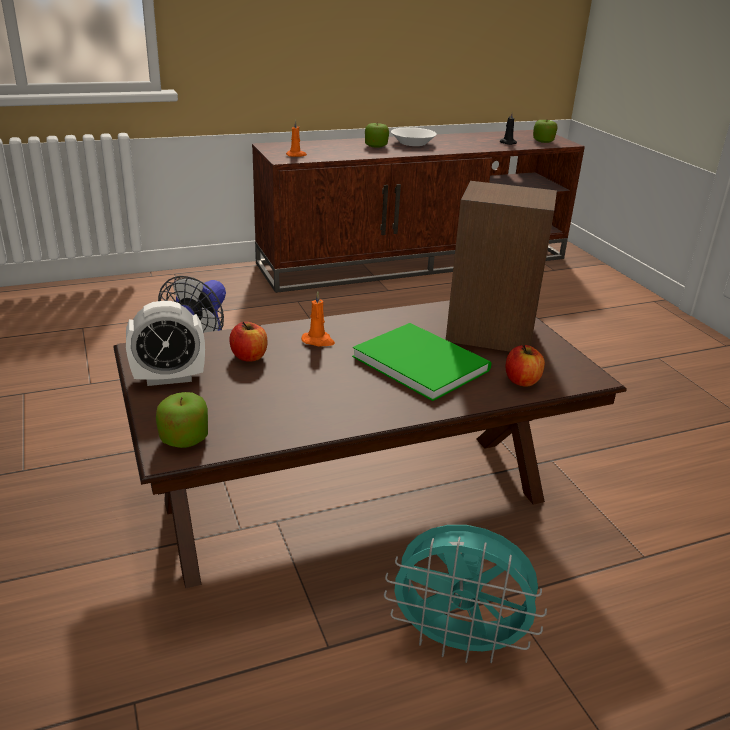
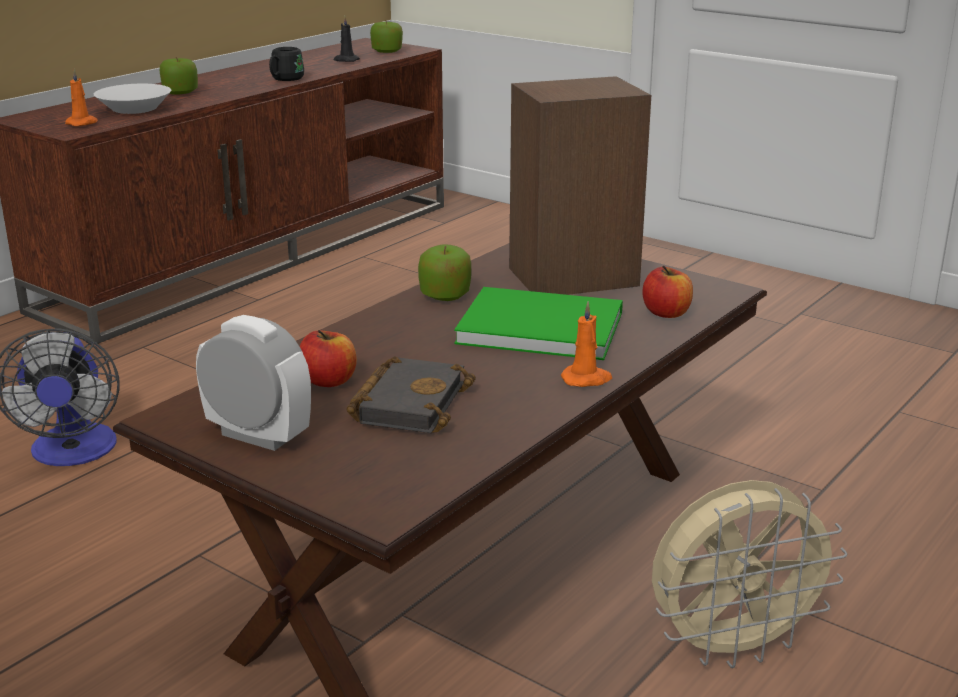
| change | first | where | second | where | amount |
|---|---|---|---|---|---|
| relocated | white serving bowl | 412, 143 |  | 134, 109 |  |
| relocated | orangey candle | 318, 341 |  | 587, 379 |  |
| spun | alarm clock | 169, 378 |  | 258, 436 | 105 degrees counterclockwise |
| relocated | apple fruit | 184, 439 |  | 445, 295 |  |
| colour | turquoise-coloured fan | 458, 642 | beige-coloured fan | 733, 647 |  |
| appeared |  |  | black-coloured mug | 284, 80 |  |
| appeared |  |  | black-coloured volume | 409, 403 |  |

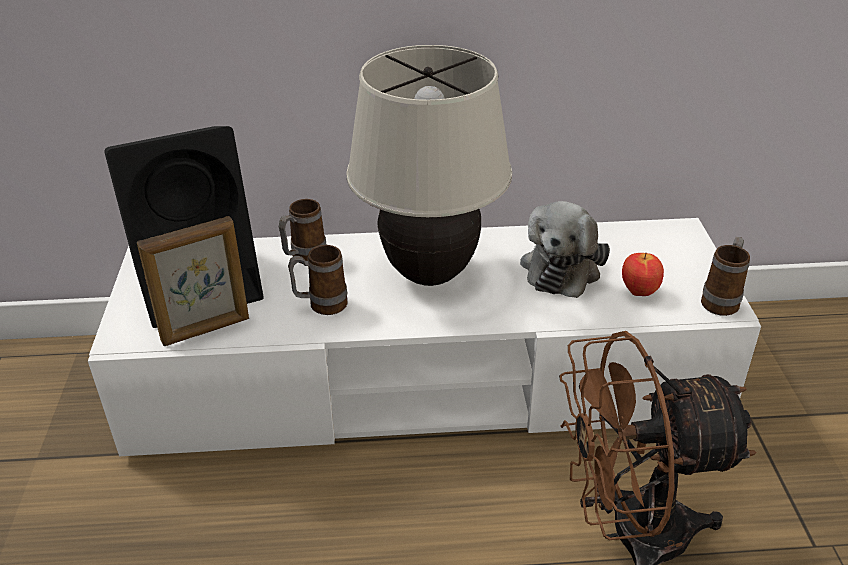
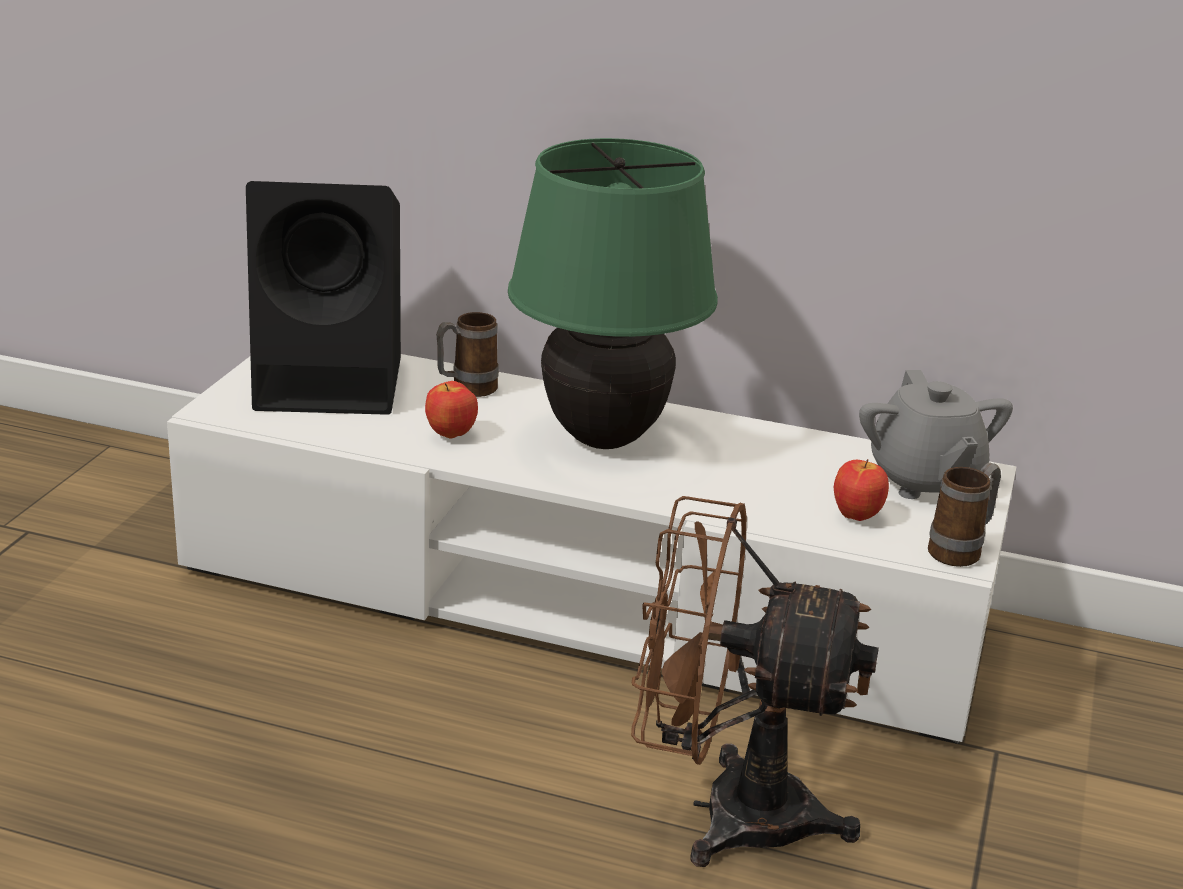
| change | first | where | second | where | amount |
|---|---|---|---|---|---|
| colour | beige-coloured table lamp | 429, 275 | greenish table lamp | 603, 438 |  |
| missing | soft toy | 562, 267 |  |  |  |
| missing | picture frame | 206, 330 |  |  |  |
| exchanged | mug | 321, 305 | apple fruit | 451, 435 |  |
| appeared |  |  | gray teapot | 924, 481 |  |

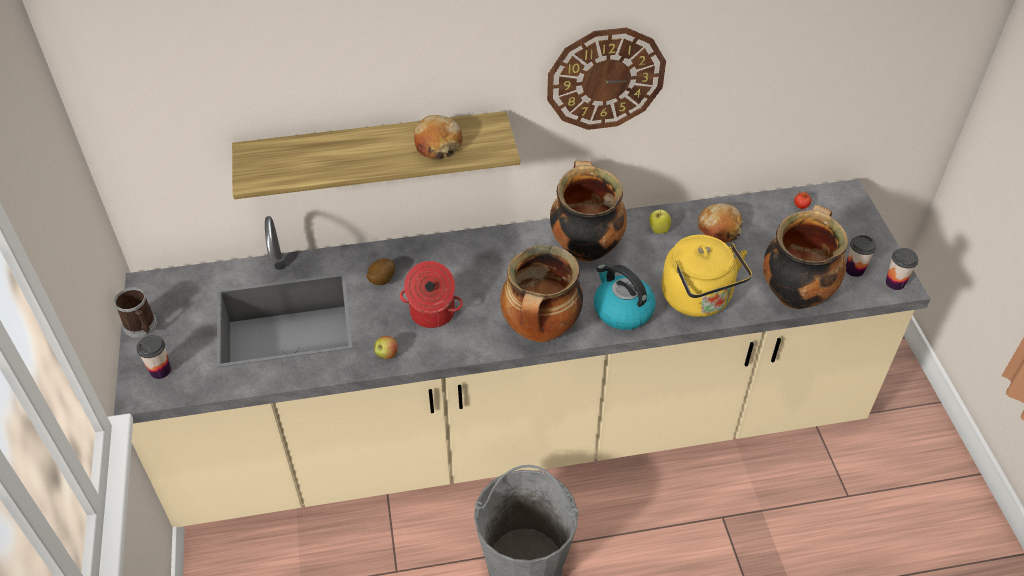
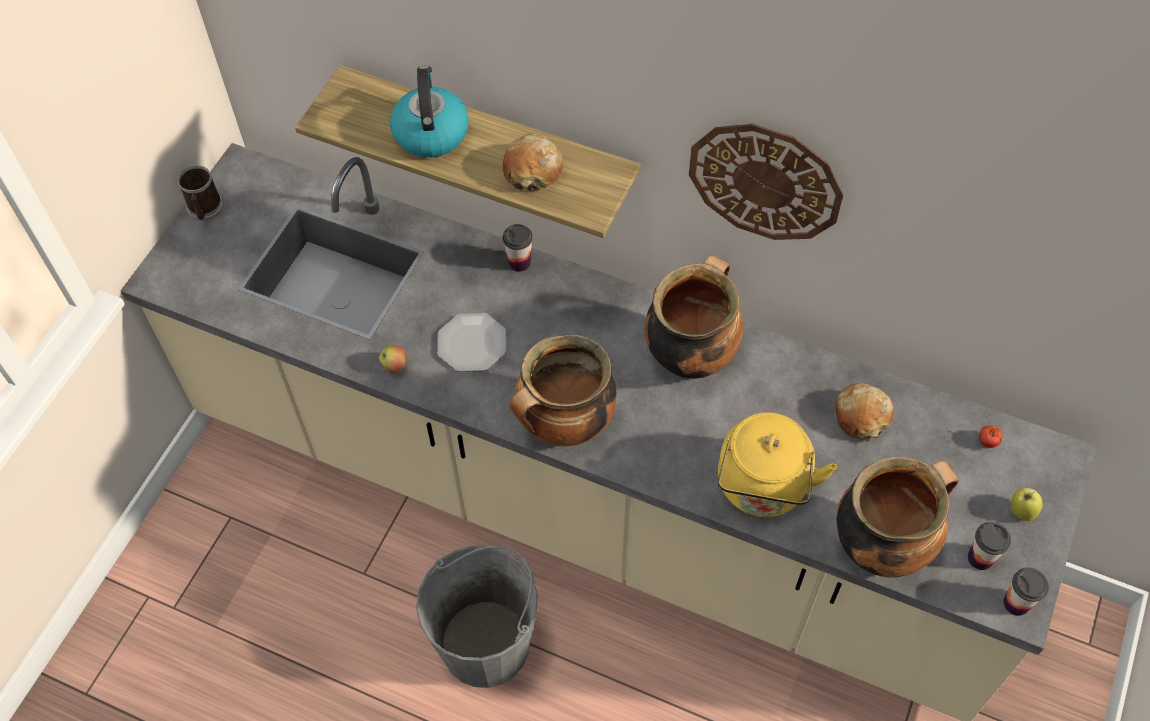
| change | first | where | second | where | amount |
|---|---|---|---|---|---|
| relocated | apple fruit | 658, 230 |  | 1021, 511 |  |
| missing | spud | 381, 281 |  |  |  |
| exchanged | cooking pot | 432, 313 | plate | 472, 345 |  |
| relocated | water kettle | 622, 310 |  | 430, 132 |  |
| relocated | drinking cup | 160, 370 |  | 519, 262 |  |

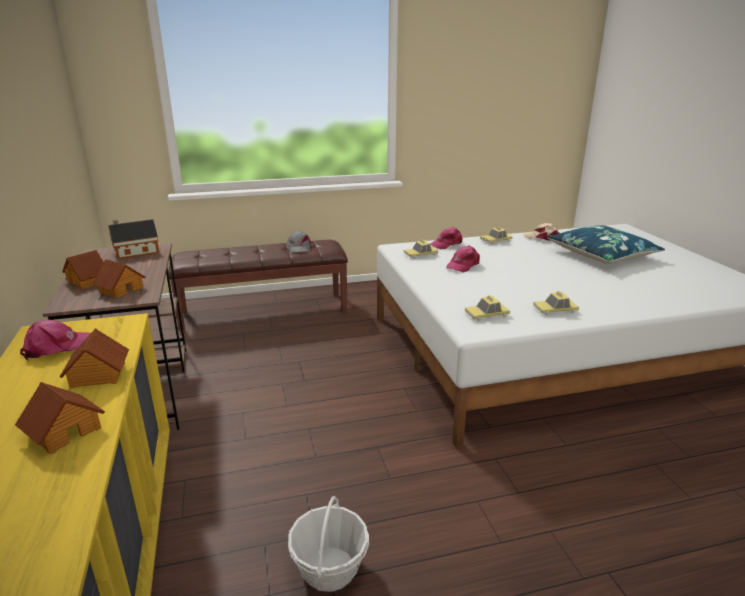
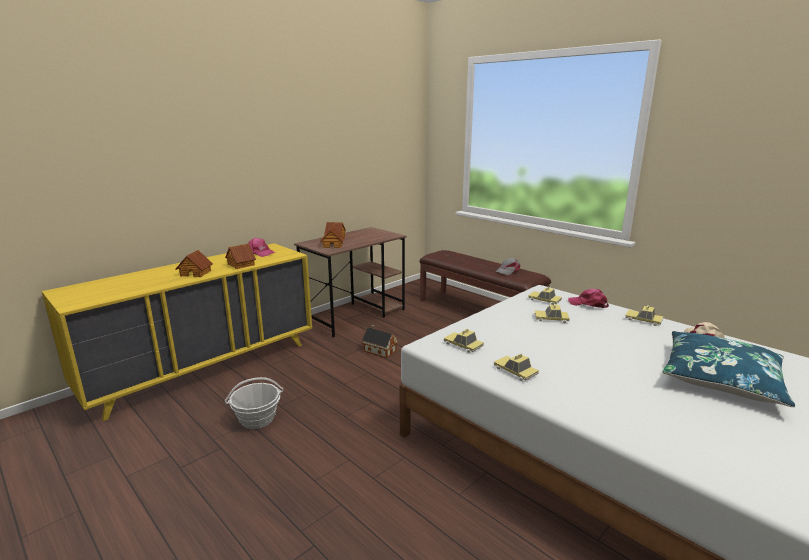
| change | first | where | second | where | amount |
|---|---|---|---|---|---|
| relocated | model house | 134, 252 |  | 379, 350 |  |
| exchanged | pink peaked cap | 463, 265 | model car | 551, 319 |  |

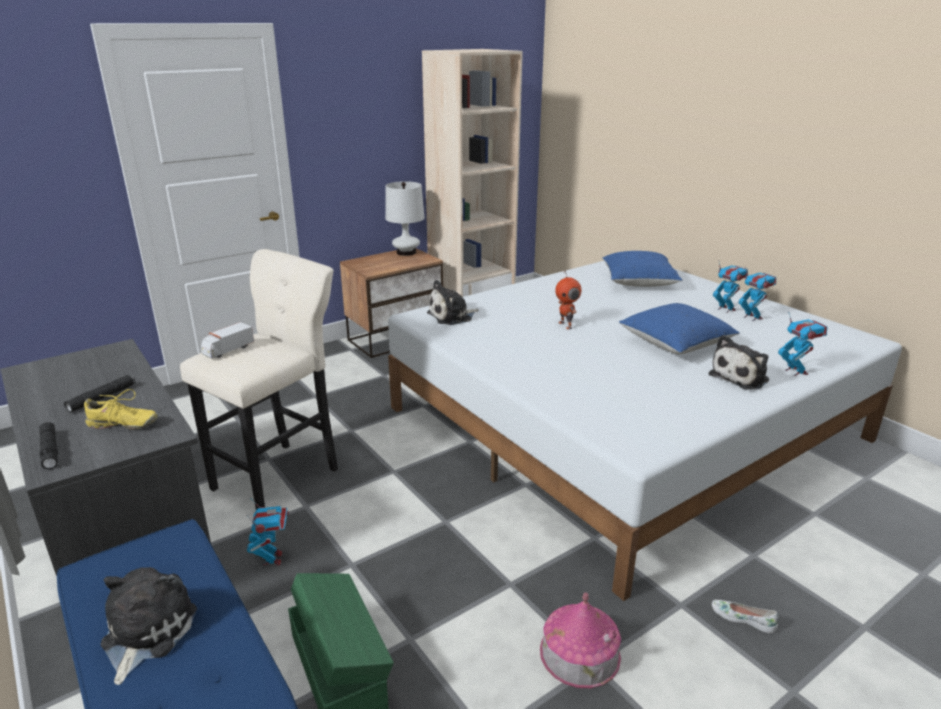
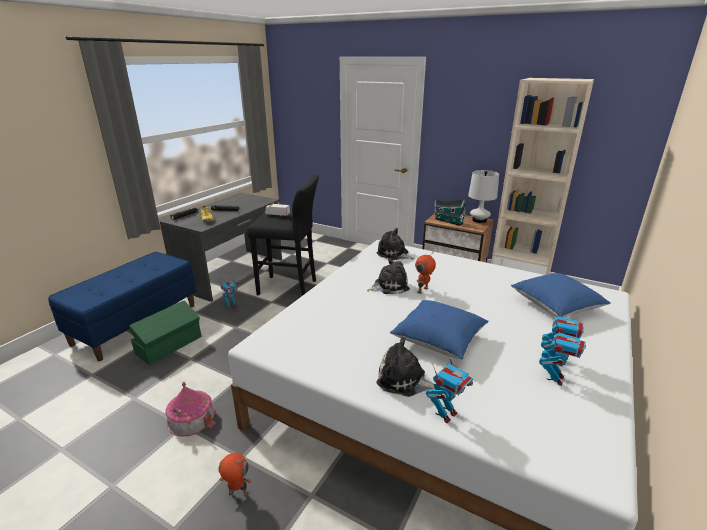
| change | first | where | second | where | amount |
|---|---|---|---|---|---|
| colour | beige-coloured sitting stool | 280, 476 | black-coloured sitting stool | 290, 288 |  |
| relocated | soft toy | 146, 633 |  | 389, 286 |  |
| exchanged | white shoe | 743, 618 | robot figure | 238, 494 |  |
| appeared |  |  | model house | 448, 221 |  |

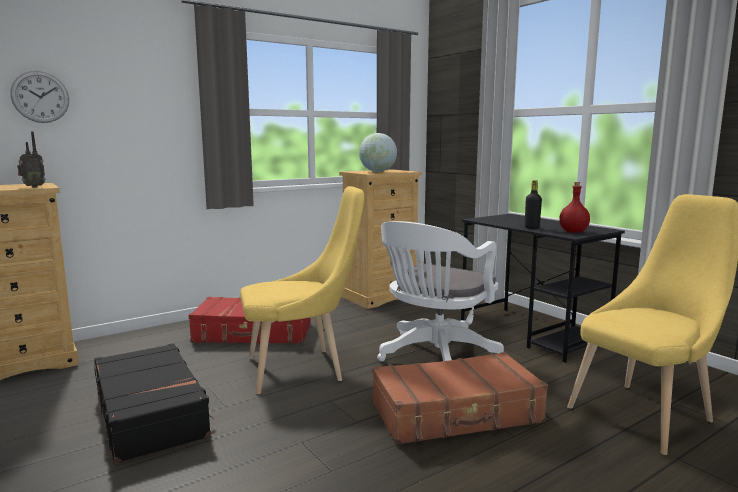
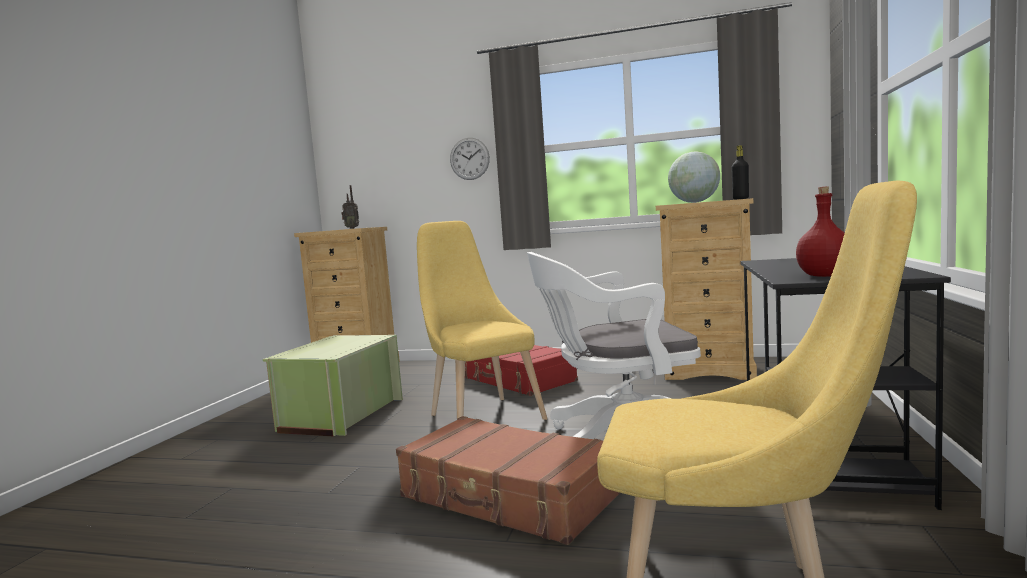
| change | first | where | second | where | amount |
|---|---|---|---|---|---|
| relocated | hanging clock | 40, 97 |  | 469, 158 |  |
| relocated | black-coloured bottle | 531, 228 |  | 740, 199 |  |
| spun | yellow-coloured chair | 302, 369 |  | 481, 416 | 150 degrees counterclockwise |
| exchanged | black-coloured piece of luggage | 151, 413 | greenish storage bin | 340, 415 |  |

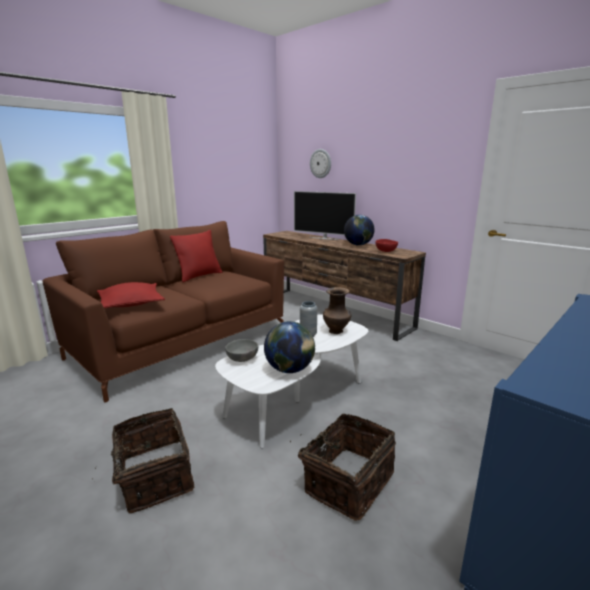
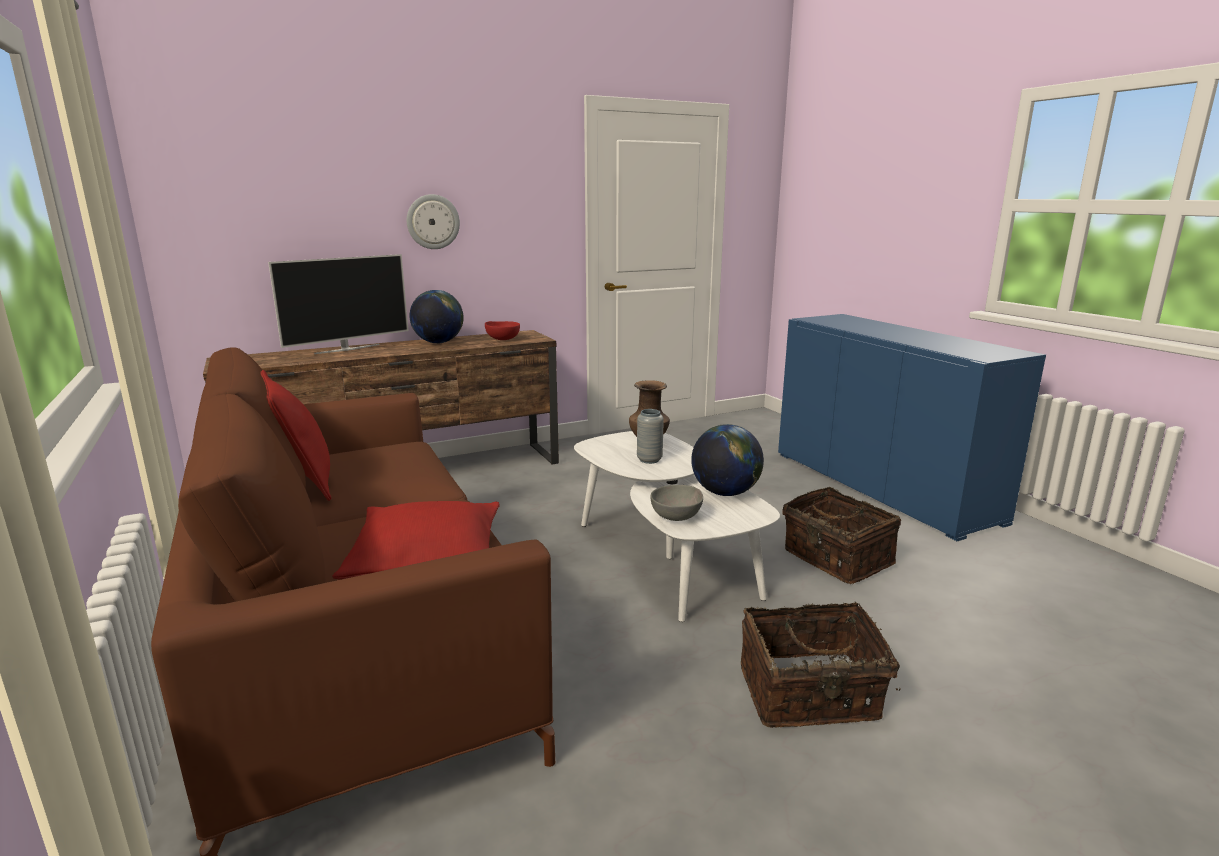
| change | first | where | second | where | amount |
|---|---|---|---|---|---|
| relocated | hanging clock | 321, 163 |  | 433, 222 |  |

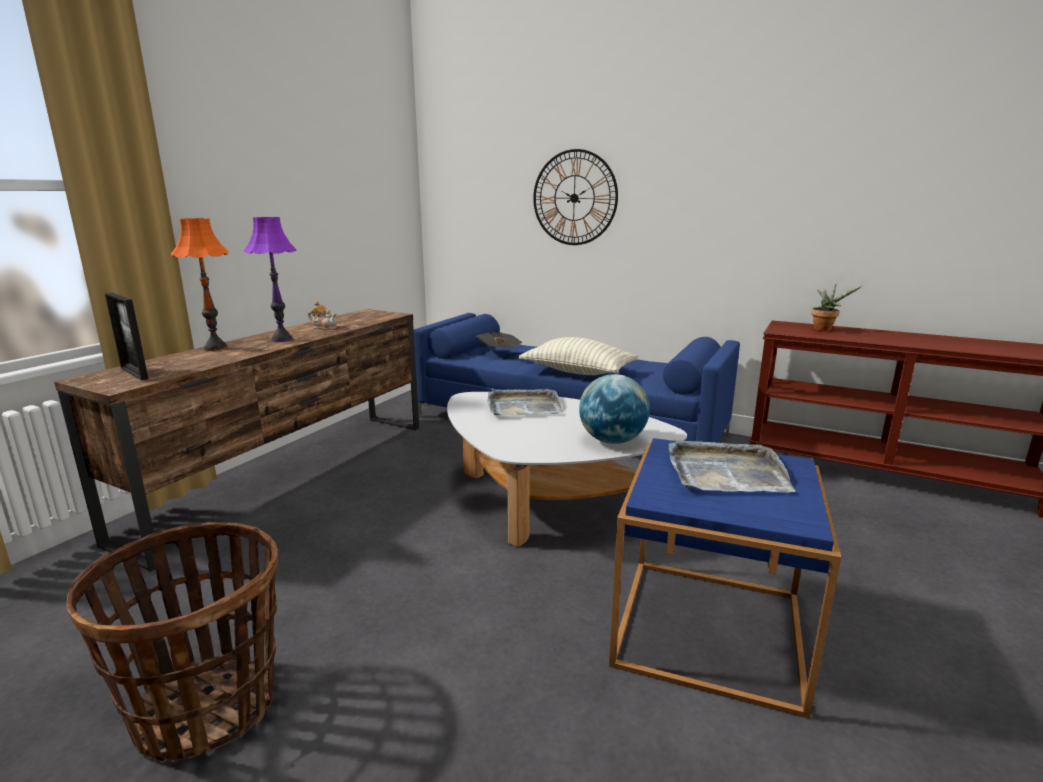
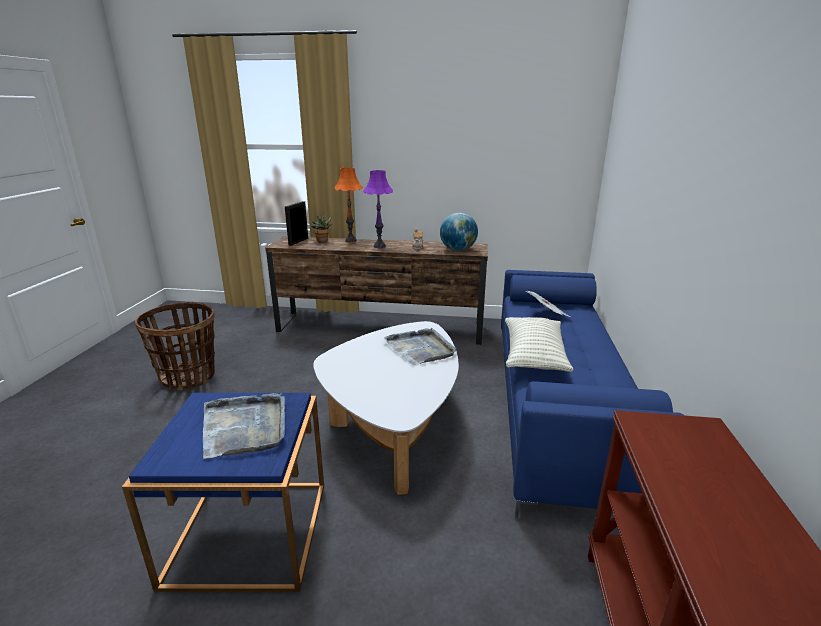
| change | first | where | second | where | amount |
|---|---|---|---|---|---|
| missing | hanging clock | 574, 198 |  |  |  |
| relocated | plant in a pot | 824, 329 |  | 322, 241 |  |
| relocated | globe | 612, 441 |  | 458, 250 |  |

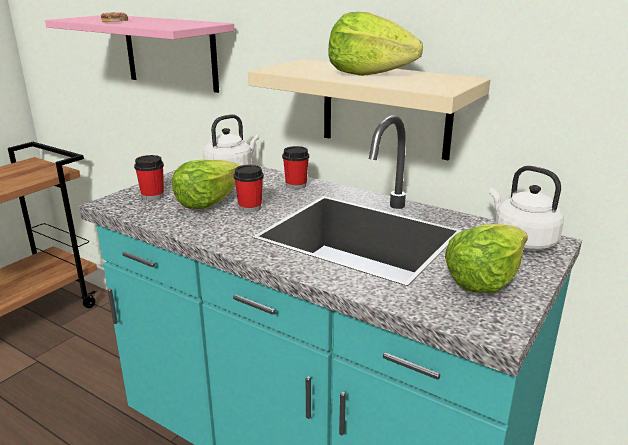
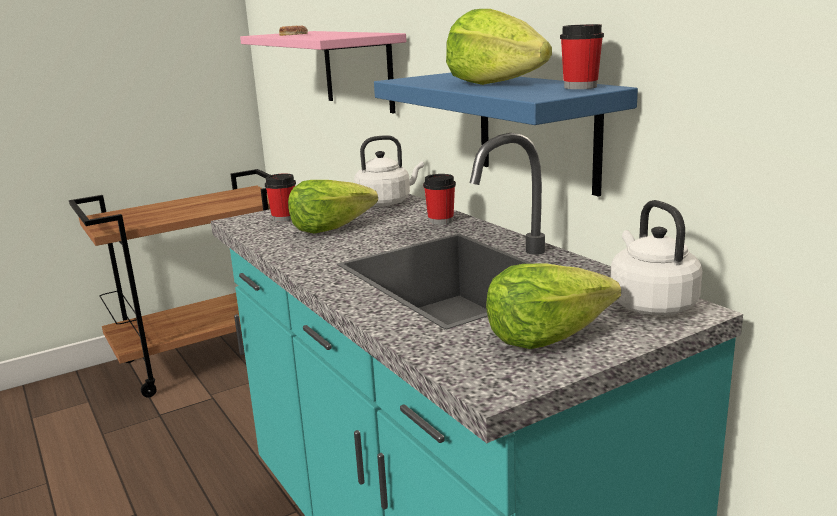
| change | first | where | second | where | amount |
|---|---|---|---|---|---|
| colour | beige-coloured shelf | 385, 108 | blue-coloured shelf | 537, 129 |  |
| relocated | drinking cup | 250, 207 |  | 580, 87 |  |

